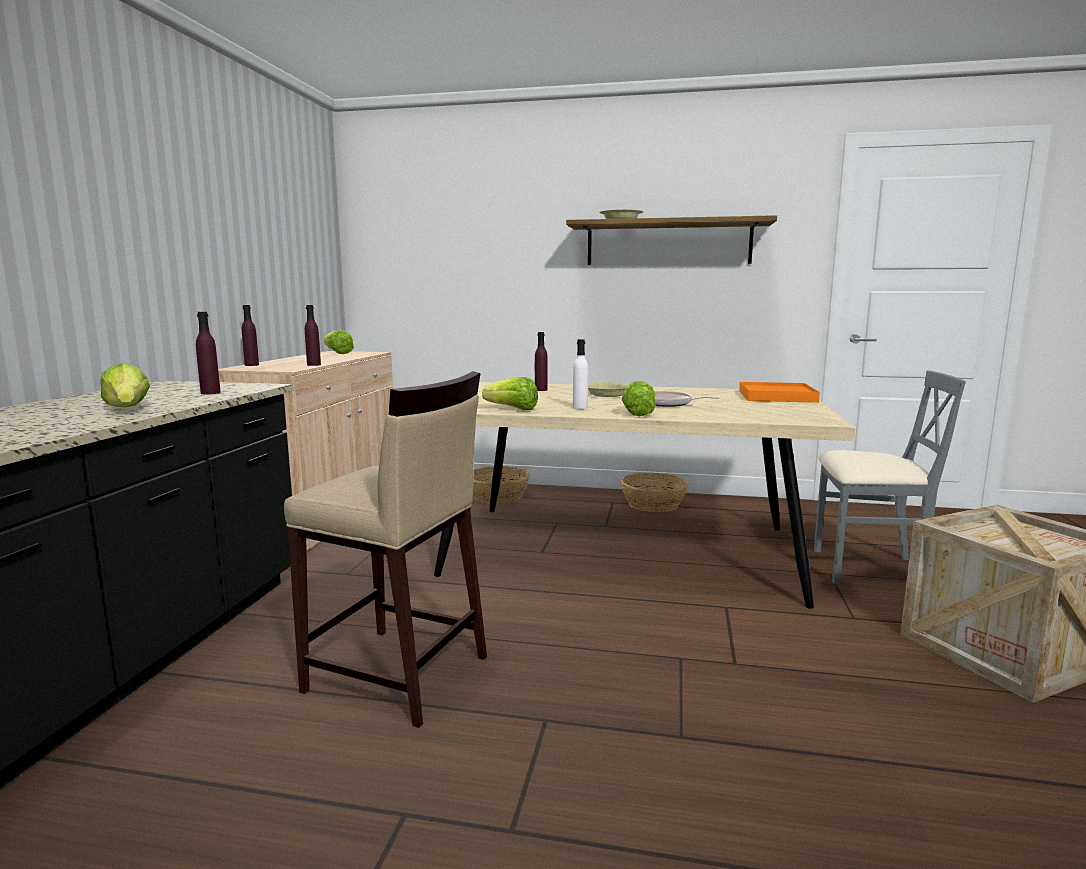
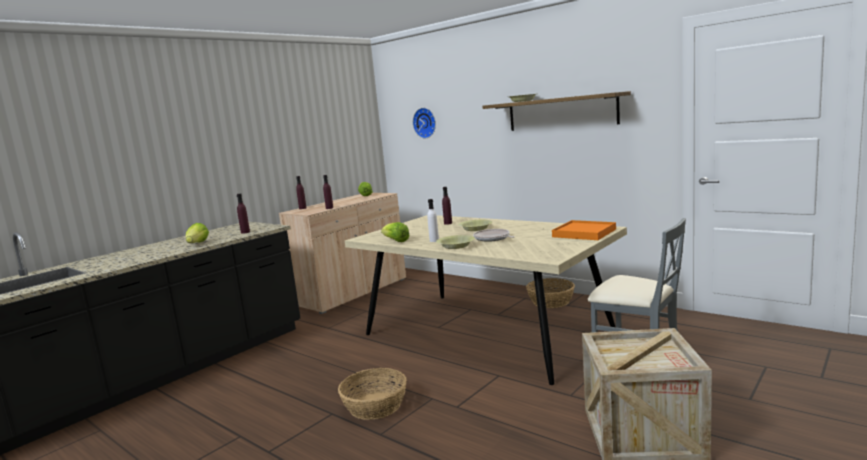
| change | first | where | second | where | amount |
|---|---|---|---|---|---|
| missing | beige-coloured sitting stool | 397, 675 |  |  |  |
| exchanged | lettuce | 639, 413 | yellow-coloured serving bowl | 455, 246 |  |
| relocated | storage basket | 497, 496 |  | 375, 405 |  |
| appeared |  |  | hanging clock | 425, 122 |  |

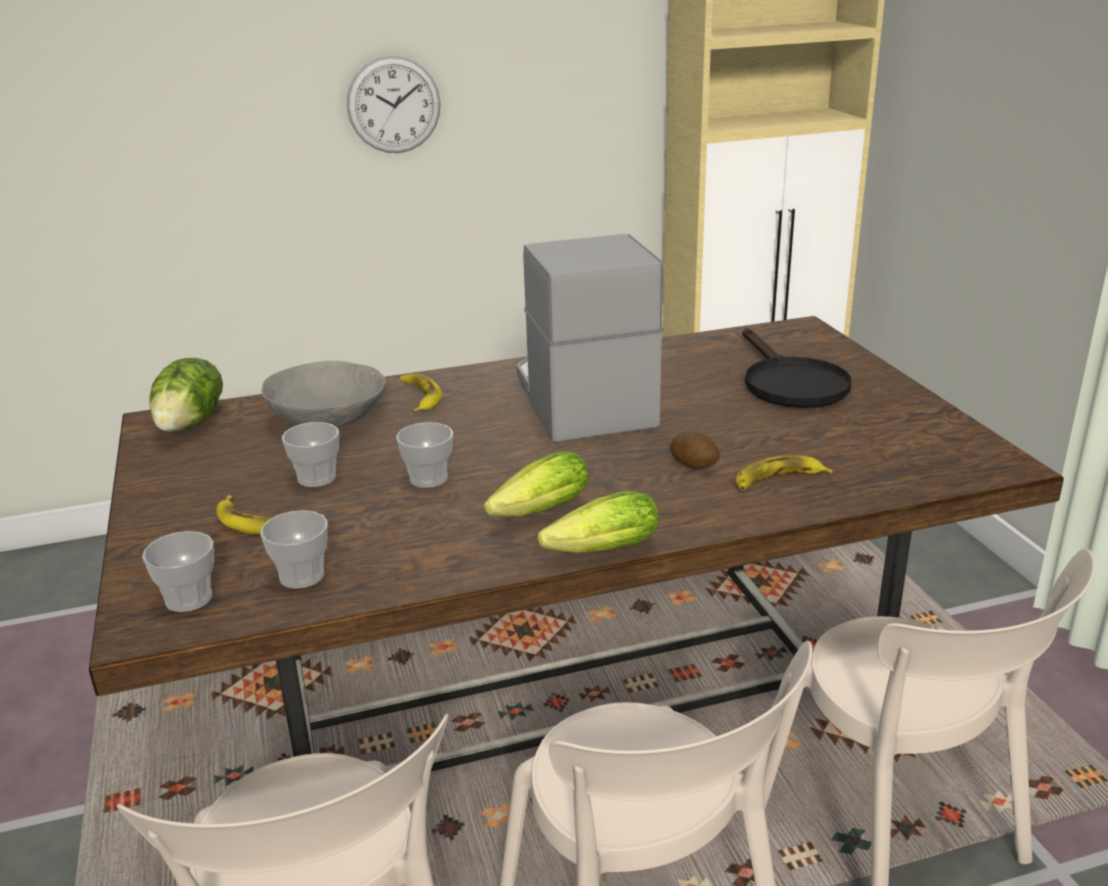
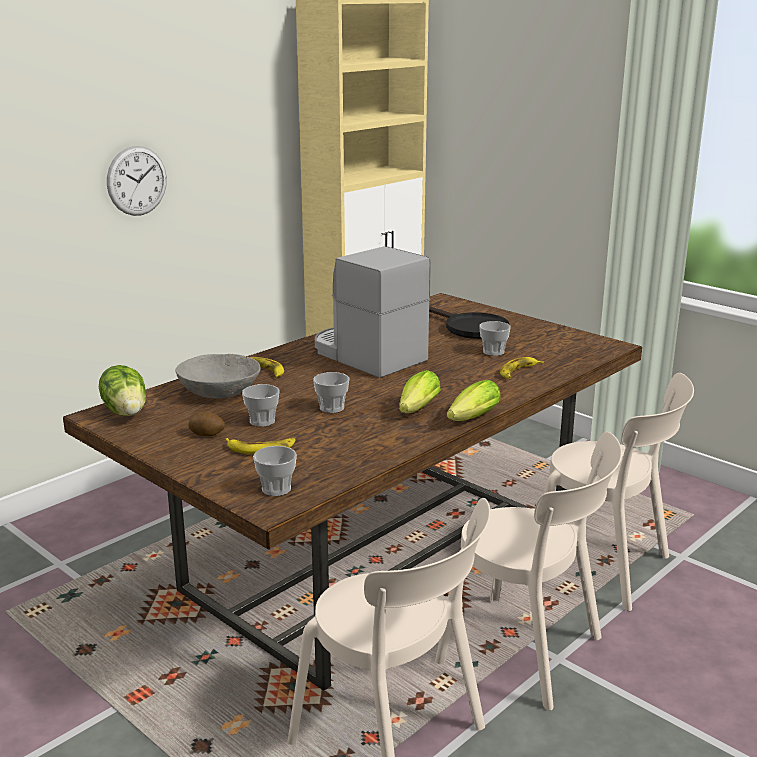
| change | first | where | second | where | amount |
|---|---|---|---|---|---|
| relocated | spud | 694, 464 |  | 207, 434 |  |
| relocated | drinking cup | 302, 576 |  | 493, 352 |  |

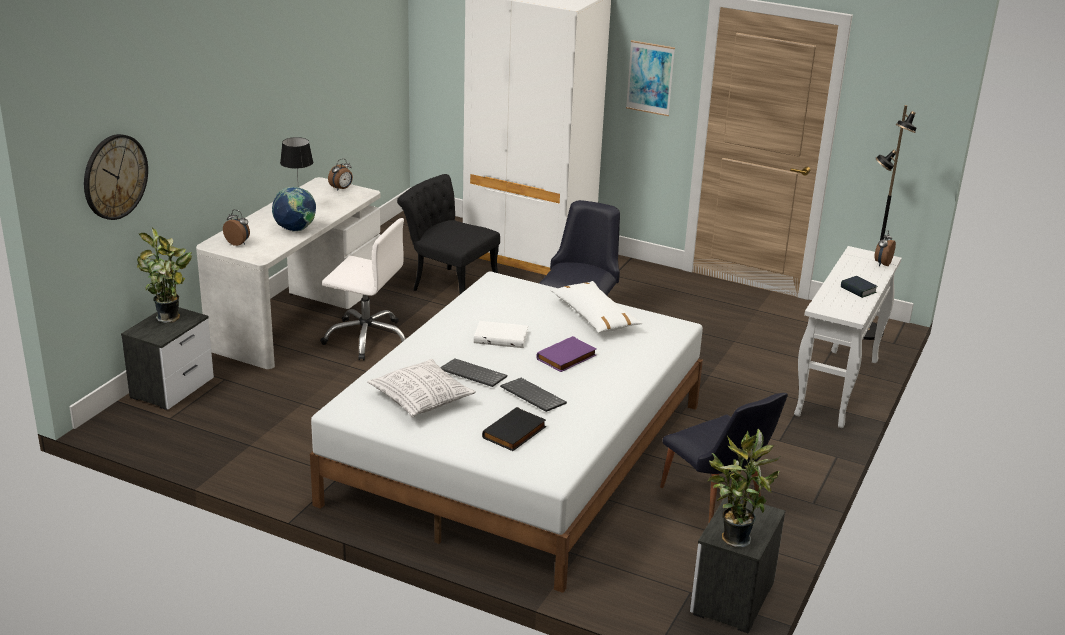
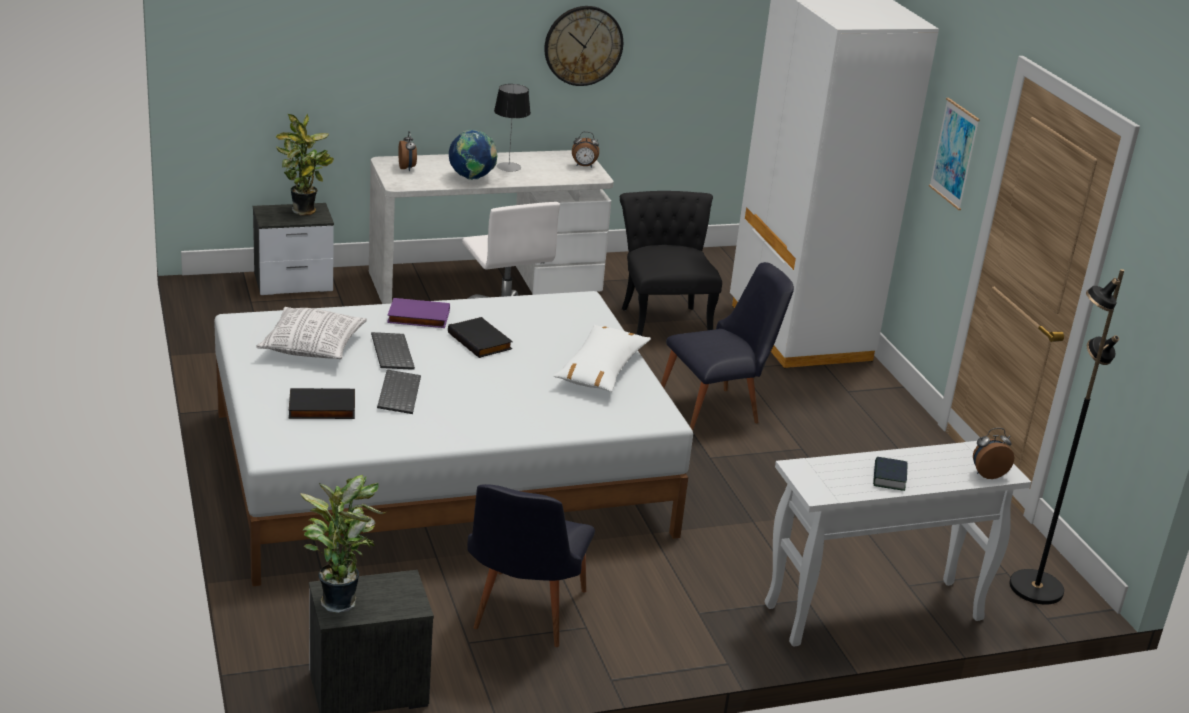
| change | first | where | second | where | amount |
|---|---|---|---|---|---|
| relocated | hanging clock | 115, 176 |  | 583, 45 |  |
| colour | white volume | 501, 337 | black-coloured volume | 481, 341 |  |
| relocated | purple-coloured volume | 567, 358 |  | 418, 317 |  |

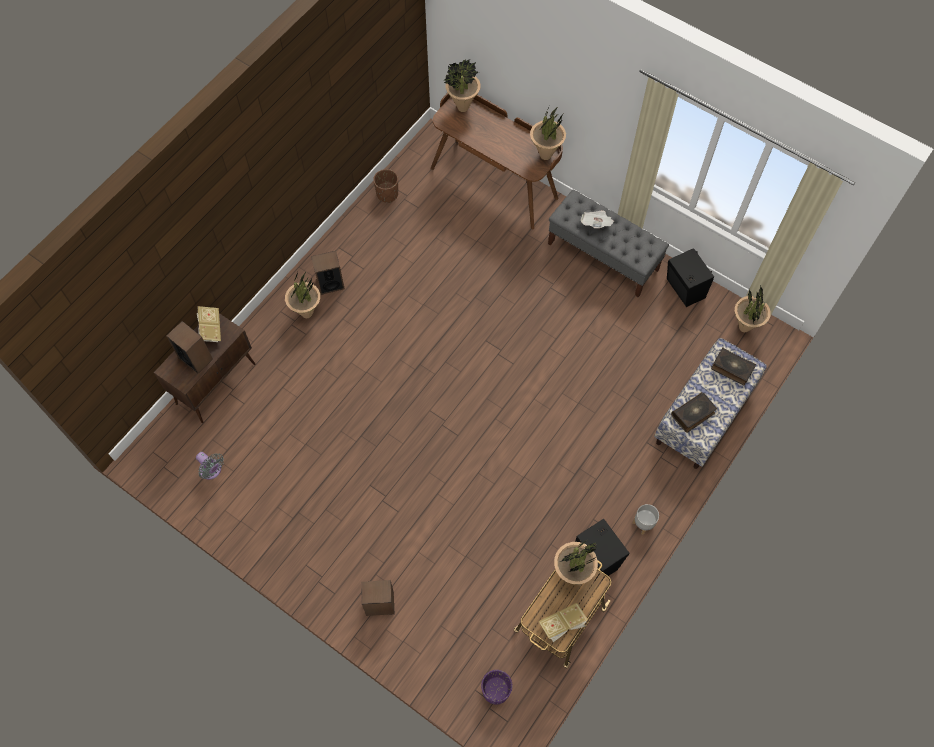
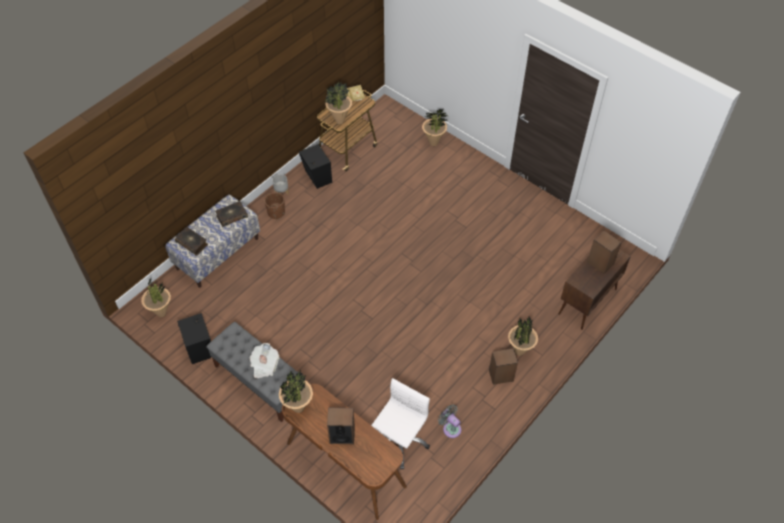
| change | first | where | second | where | amount |
|---|---|---|---|---|---|
| relocated | plant in a pot | 462, 108 |  | 433, 143 |  |
| relocated | brown flower pot | 387, 194 |  | 276, 212 |  |
| missing | volume | 210, 329 |  |  |  |
| relocated | gray fan | 212, 471 |  | 450, 428 |  |
| relocated | speaker | 380, 604 |  | 342, 435 |  |
| missing | purple-coloured flower pot | 496, 690 |  |  |  |
| appeared |  |  | white office chair | 399, 440 |  |

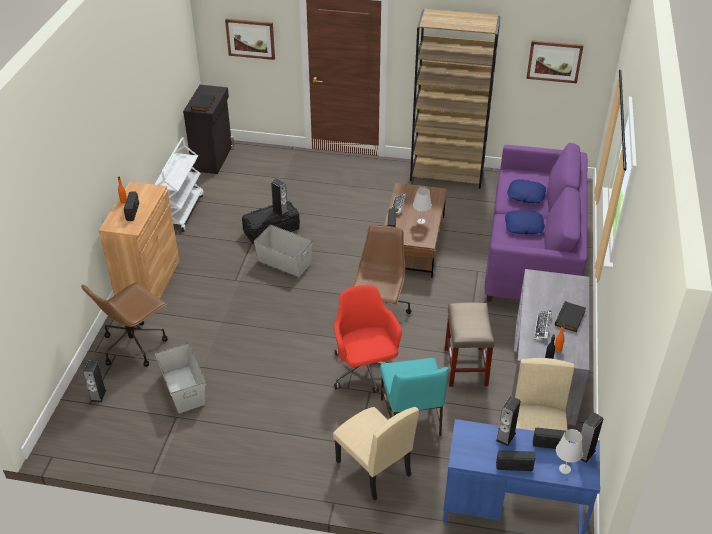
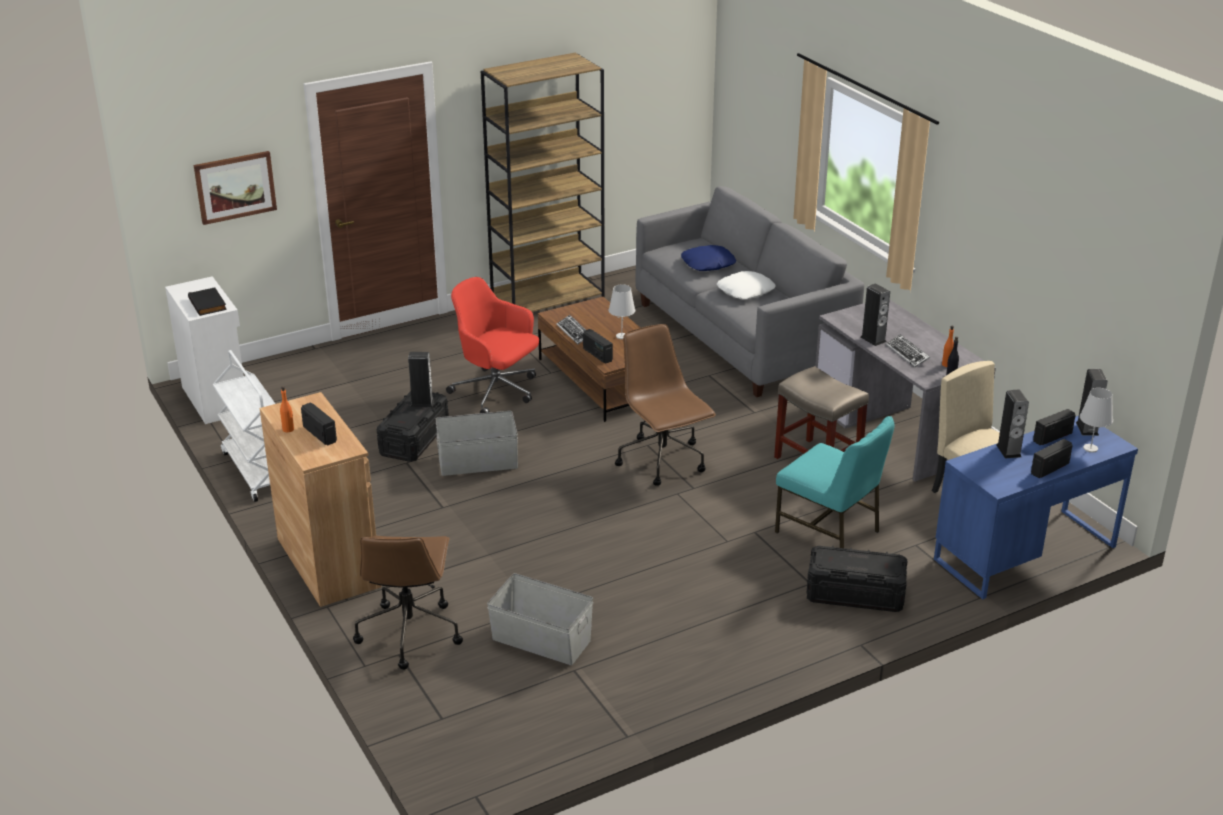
| change | first | where | second | where | amount |
|---|---|---|---|---|---|
| missing | wall picture | 554, 61 |  |  |  |
| colour | black-coloured cabinet | 213, 158 | white cabinet | 216, 399 |  |
| colour | purple-coloured sofa | 532, 253 | gray sofa | 741, 336 |  |
| colour | blue-coloured cushion | 524, 226 | white cushion | 746, 291 |  |
| relocated | reddish office chair | 365, 371 |  | 496, 392 |  |
| missing | black-coloured volume | 570, 318 |  |  |  |
| relocated | speaker | 98, 395 |  | 873, 339 |  |
| exchanged | beige-coloured chair | 373, 468 | black-coloured storage bin | 855, 594 |  |

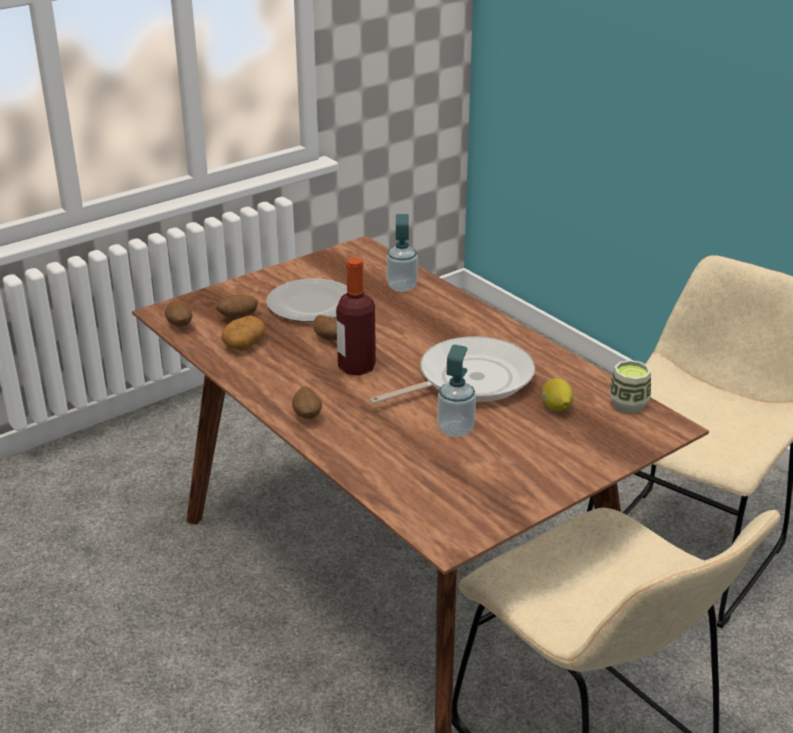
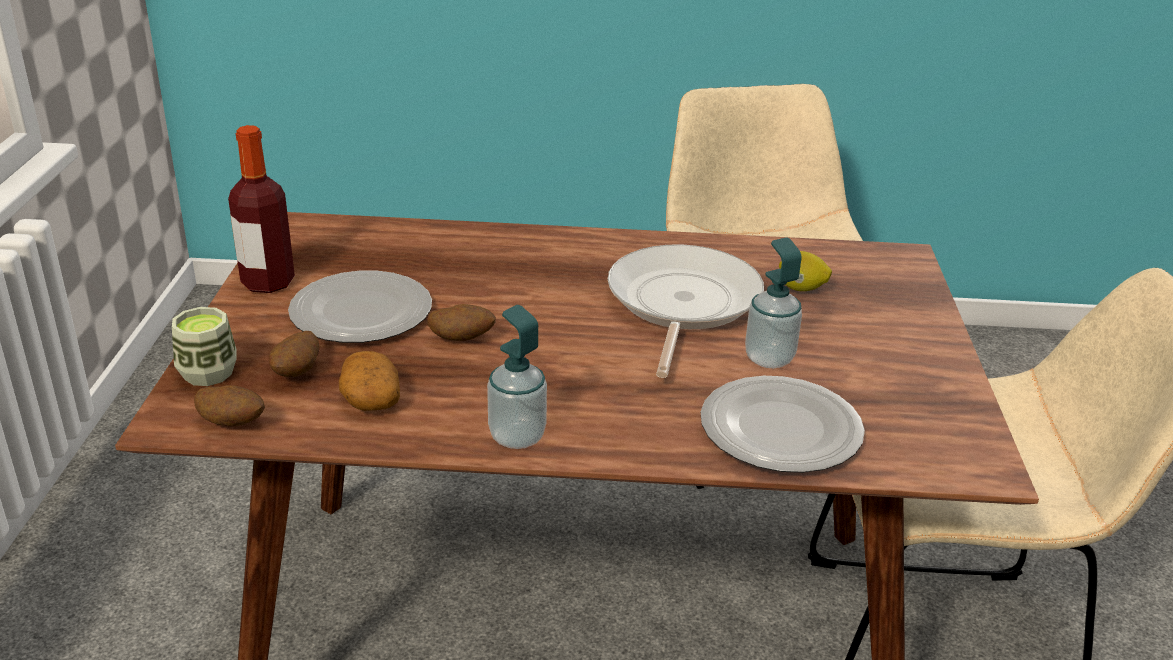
| change | first | where | second | where | amount |
|---|---|---|---|---|---|
| relocated | soap dispenser | 402, 287 |  | 517, 436 |  |
| relocated | bottle | 356, 367 |  | 268, 283 |  |
| relocated | drinking cup | 628, 404 |  | 208, 373 |  |
| missing | spud | 307, 416 |  |  |  |
| appeared |  |  | plate | 783, 429 |  |

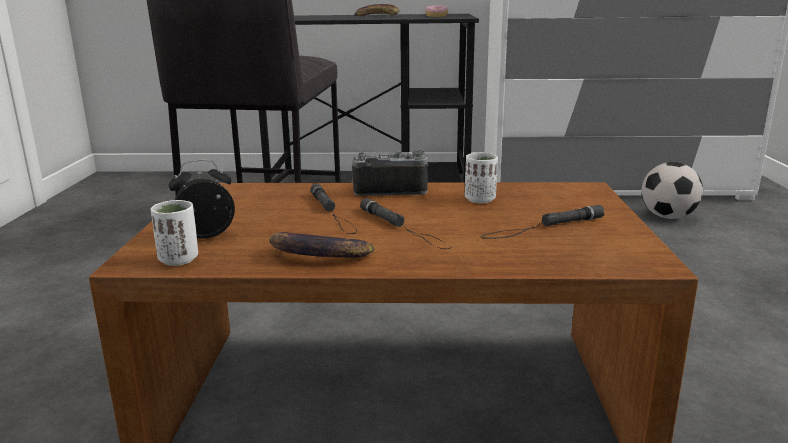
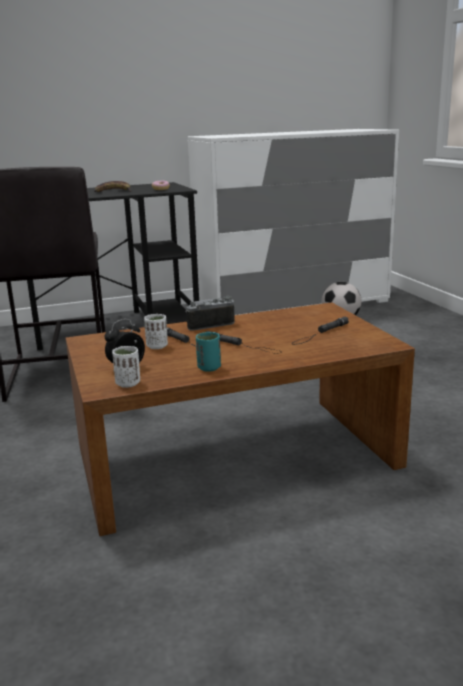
| change | first | where | second | where | amount |
|---|---|---|---|---|---|
| relocated | white drinking cup | 480, 200 |  | 157, 346 |  |
| exchanged | whole banana | 316, 255 | turquoise-coloured drinking cup | 209, 368 |  |

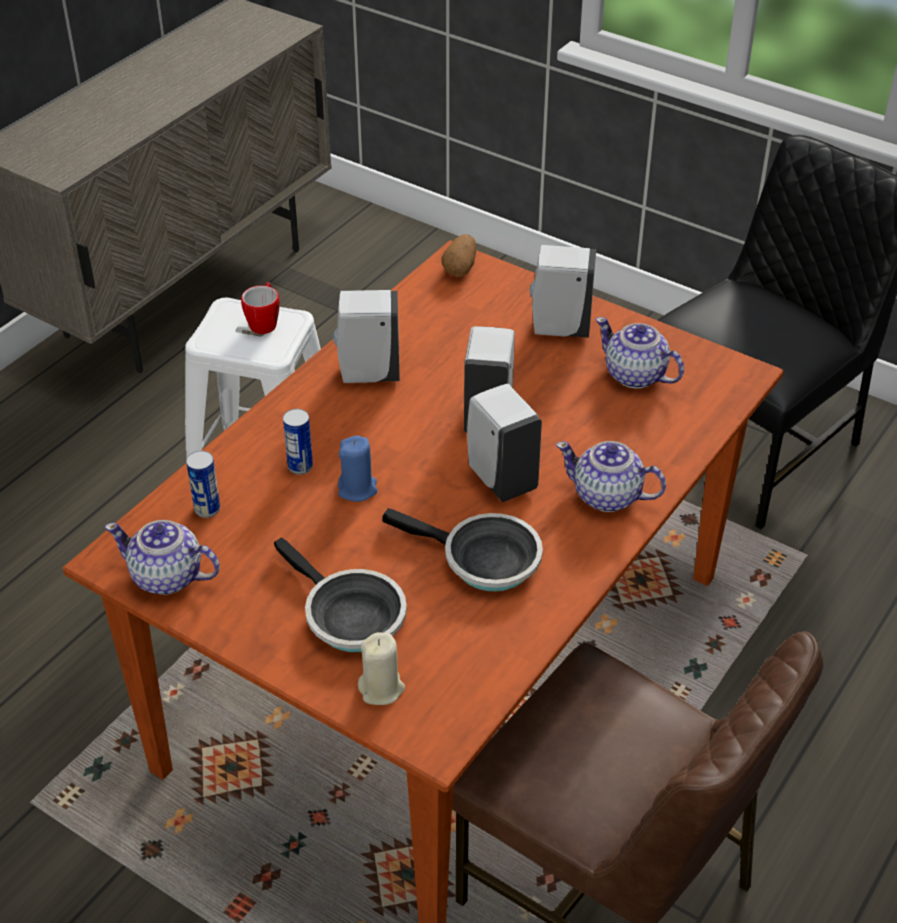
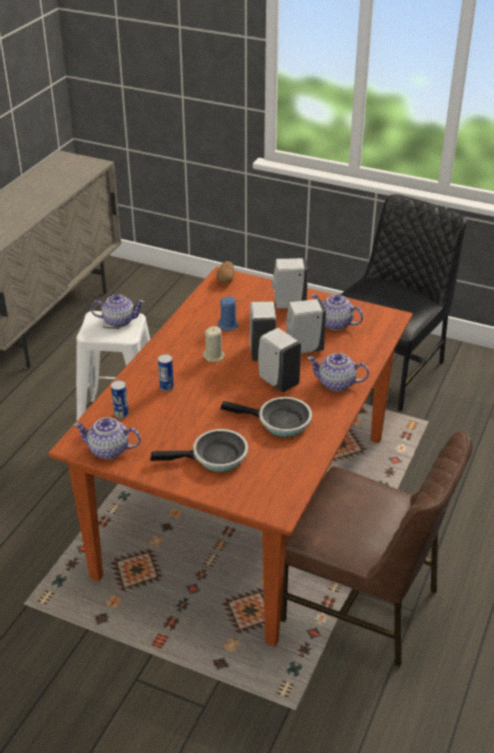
| change | first | where | second | where | amount |
|---|---|---|---|---|---|
| exchanged | mug | 264, 322 | teapot | 118, 321 |  |
| relocated | white soap dispenser | 367, 374 |  | 303, 349 |  |
| relocated | blue-coloured candle | 357, 489 |  | 228, 325 |  |
| spun | frying pan | 349, 616 |  | 215, 457 | 45 degrees counterclockwise |
| relocated | beige-coloured candle | 381, 688 |  | 214, 356 |  |

